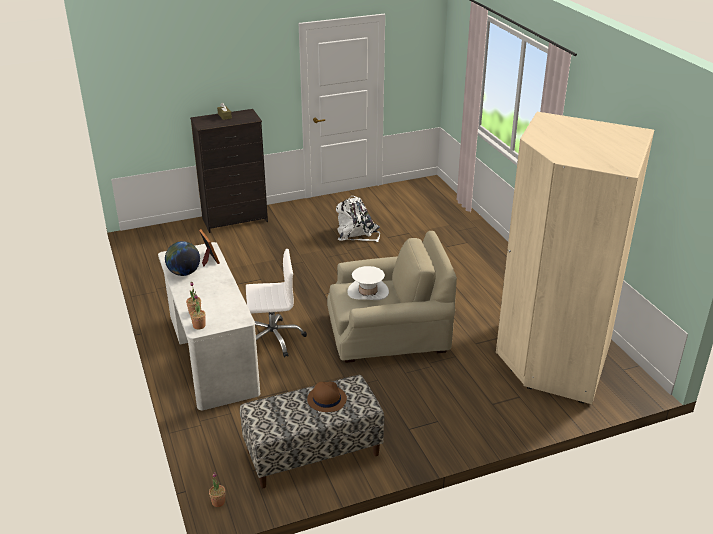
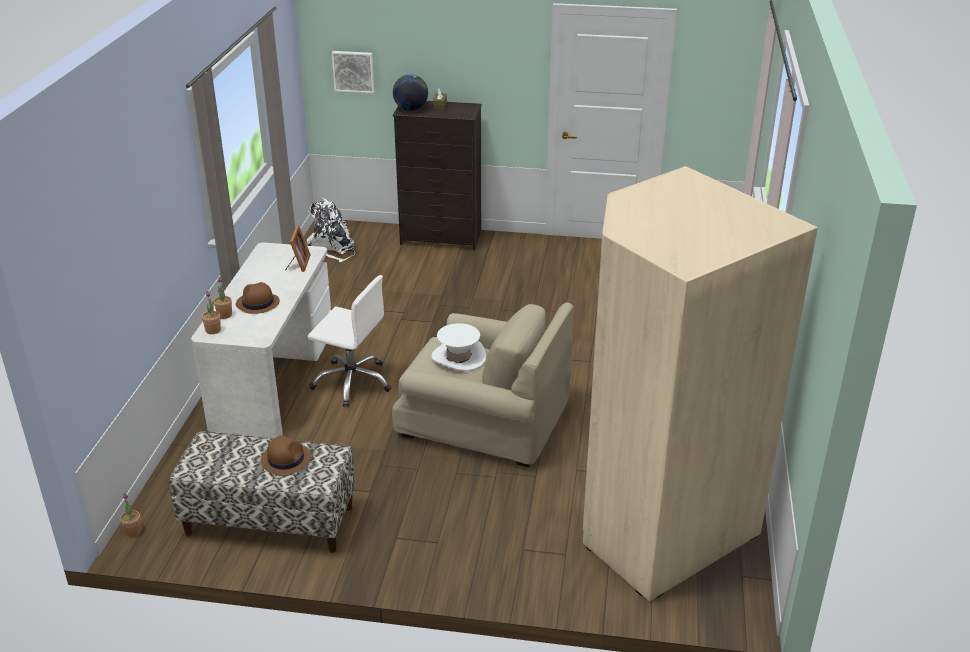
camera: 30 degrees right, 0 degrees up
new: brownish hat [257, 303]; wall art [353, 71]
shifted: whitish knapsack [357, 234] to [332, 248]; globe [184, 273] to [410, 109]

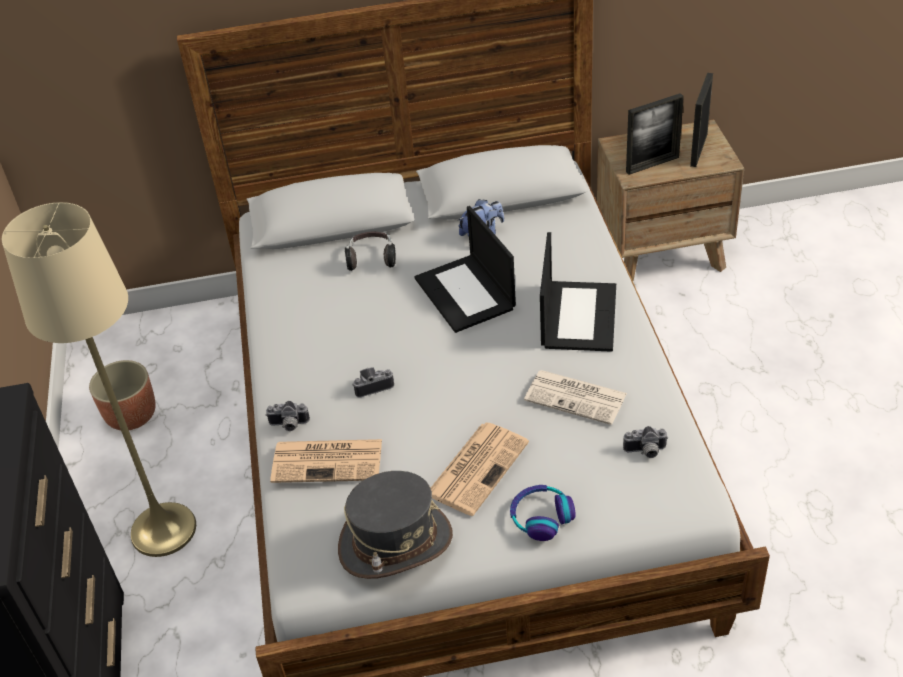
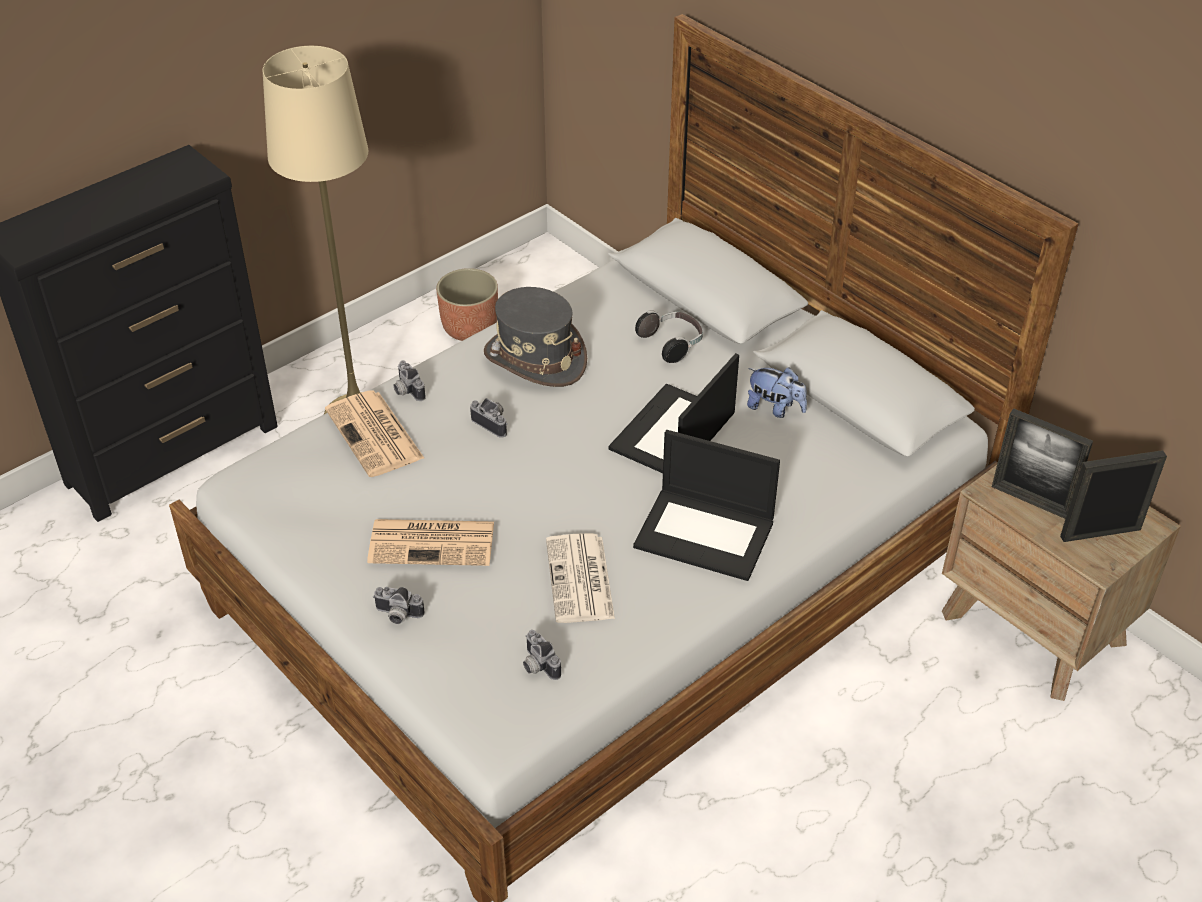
camera: 55 degrees right, 0 degrees up
shifted: greyish hat [395, 543] to [535, 359]
swapped: headphones [541, 517] to photo camera [397, 616]
rotated: notebook computer [578, 315] = [706, 534] 45 degrees clockwise

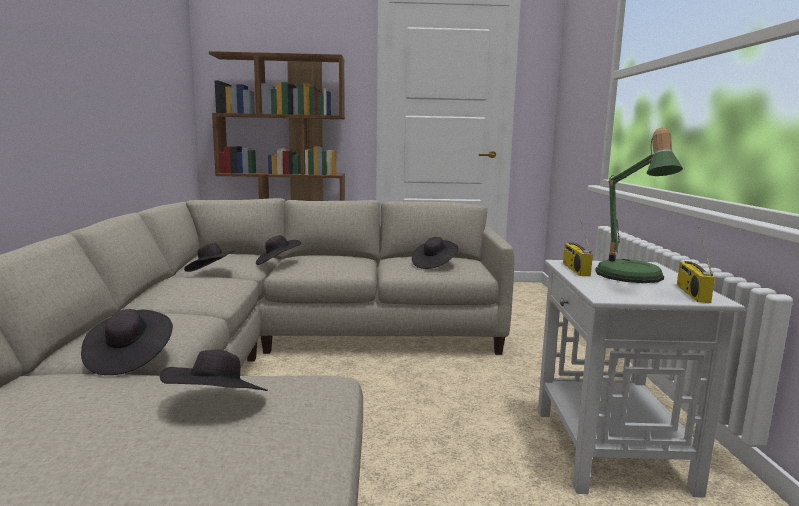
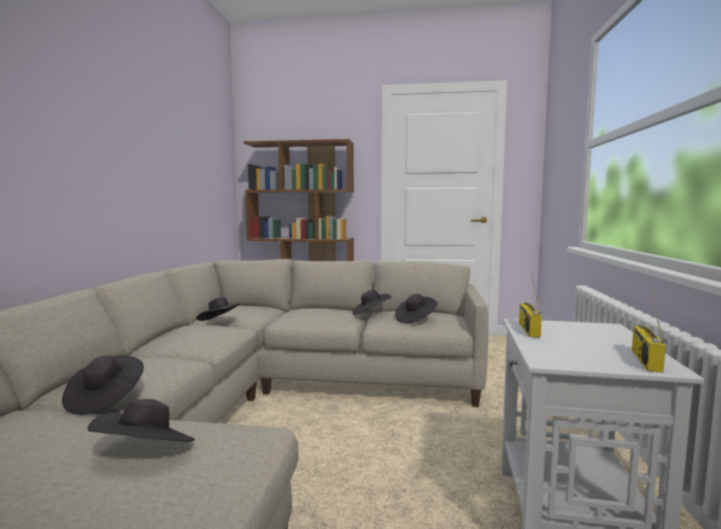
camera: 10 degrees right, 5 degrees down
gone: table lamp [631, 278]
shifted: black-coloured hat [277, 263] to [370, 313]

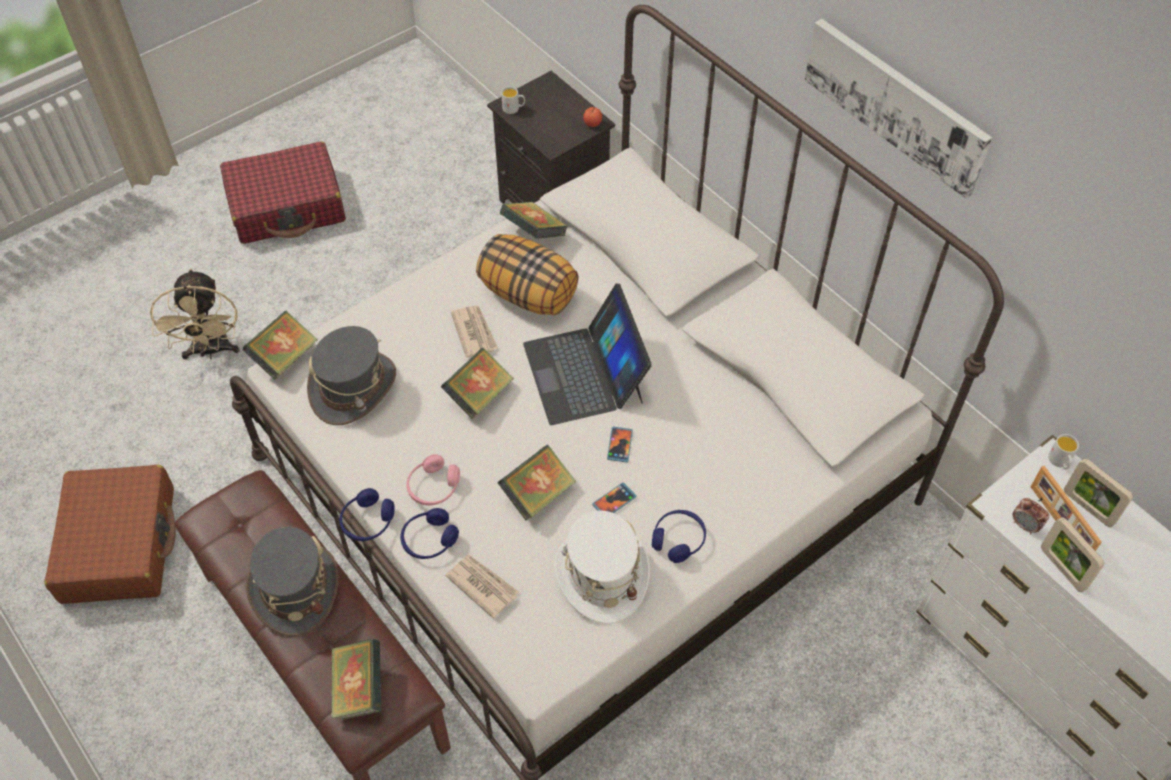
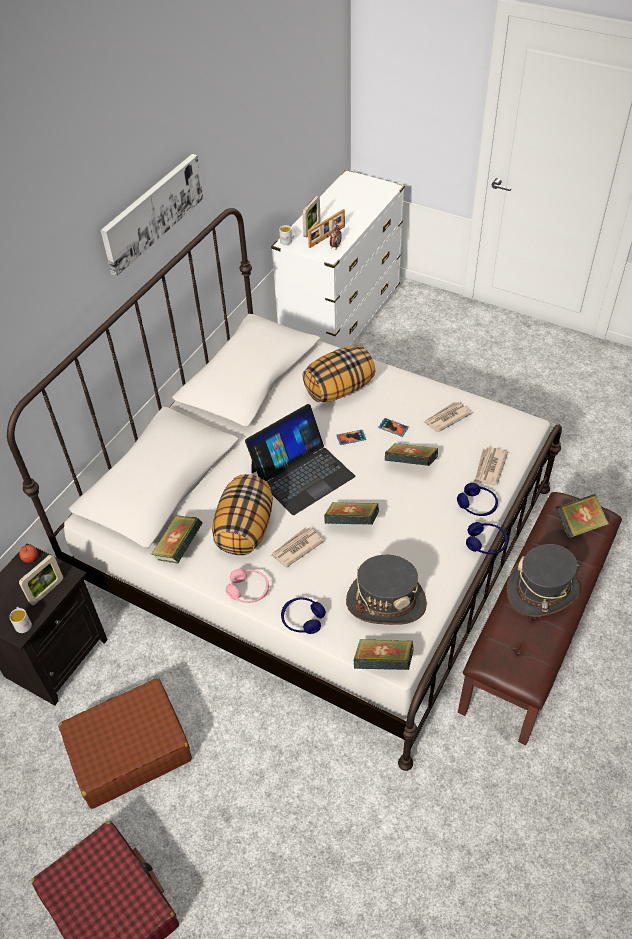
camera: 110 degrees left, 5 degrees down
gone: beige electric fan [211, 351]
new: pillow [339, 389]
shifted: standing frame [1062, 569] to [47, 591]; brownish travel case [119, 544] to [128, 750]; pinkish headphones [433, 487] to [248, 590]; blue headphones [678, 540] to [302, 619]
swapped: whitish hat [601, 575] to daily paper [446, 418]

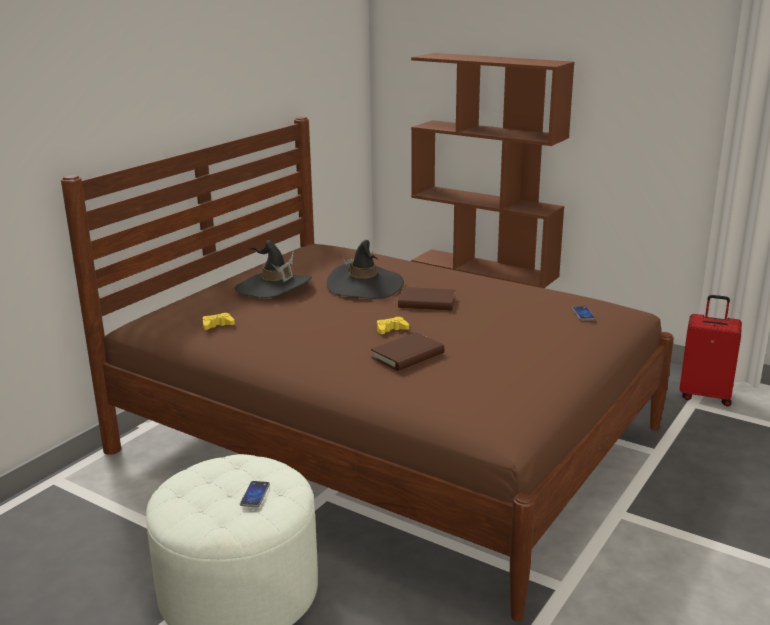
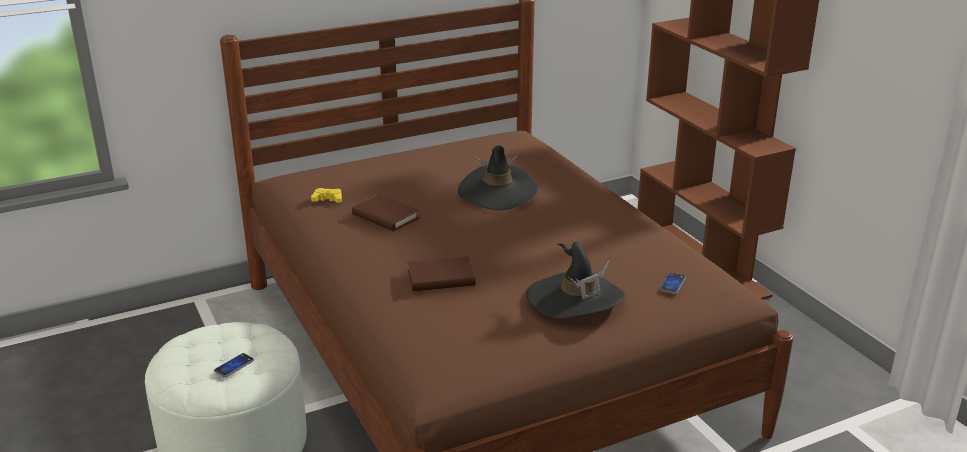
camera: 30 degrees right, 5 degrees up
gone: yellowish joypad [391, 329]; red travel case [705, 395]
shifted: brownish book [426, 303] to [385, 217]; black-coloured hat [274, 288] to [575, 299]

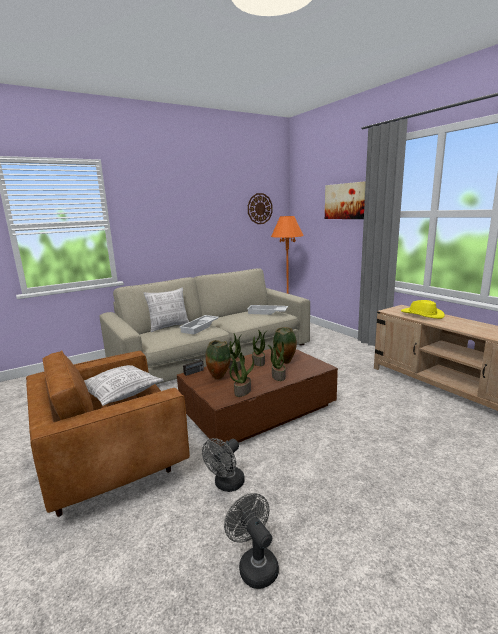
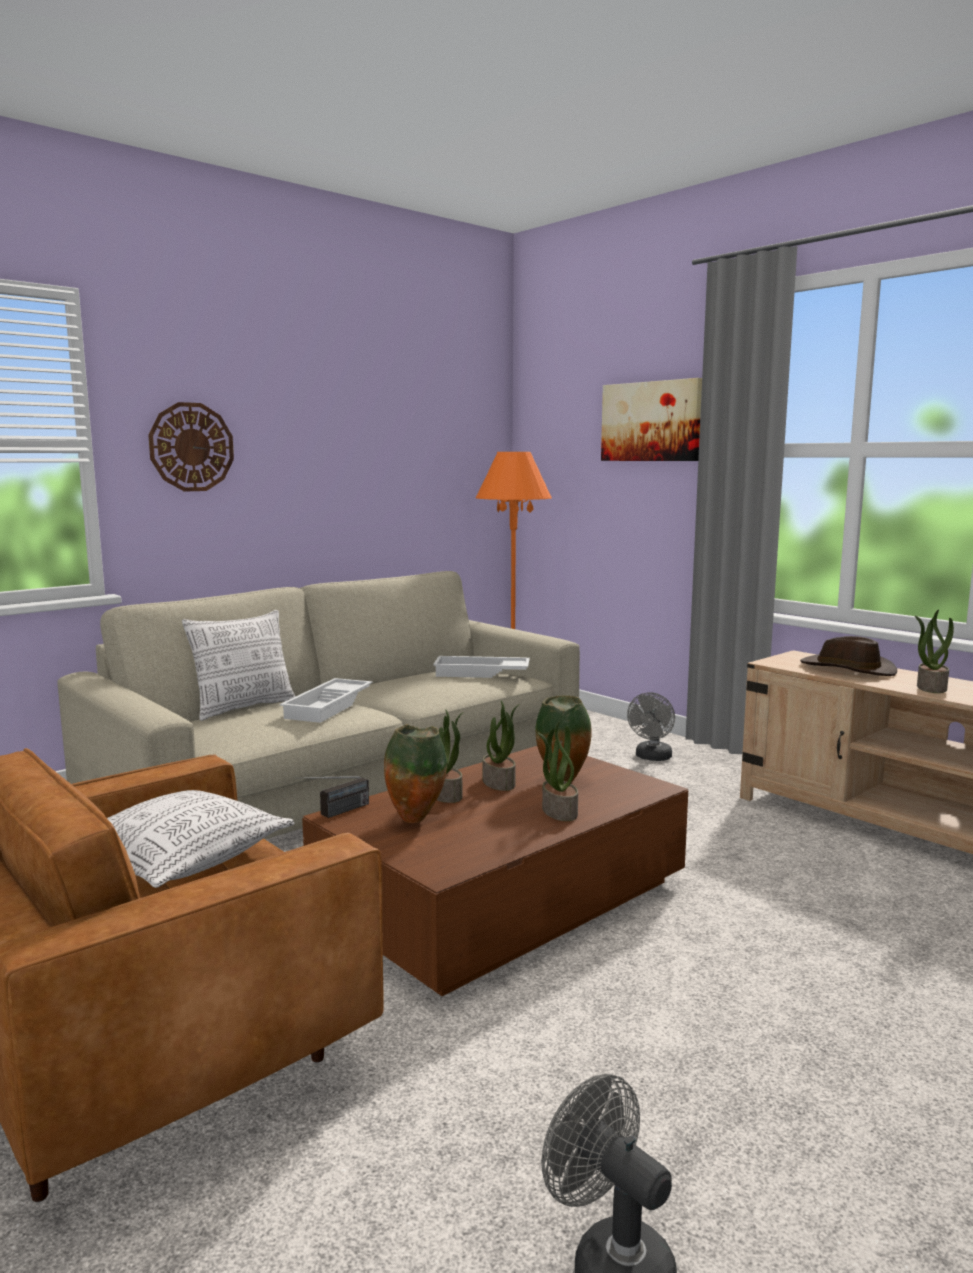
camera: 10 degrees left, 5 degrees down
shifted: clock on the wall [259, 208] to [191, 447]; greyish electric fan [226, 485] to [652, 758]; plant in a pot [242, 391] to [930, 687]
repainted: yellowish hat [422, 314] to brownish hat [847, 669]

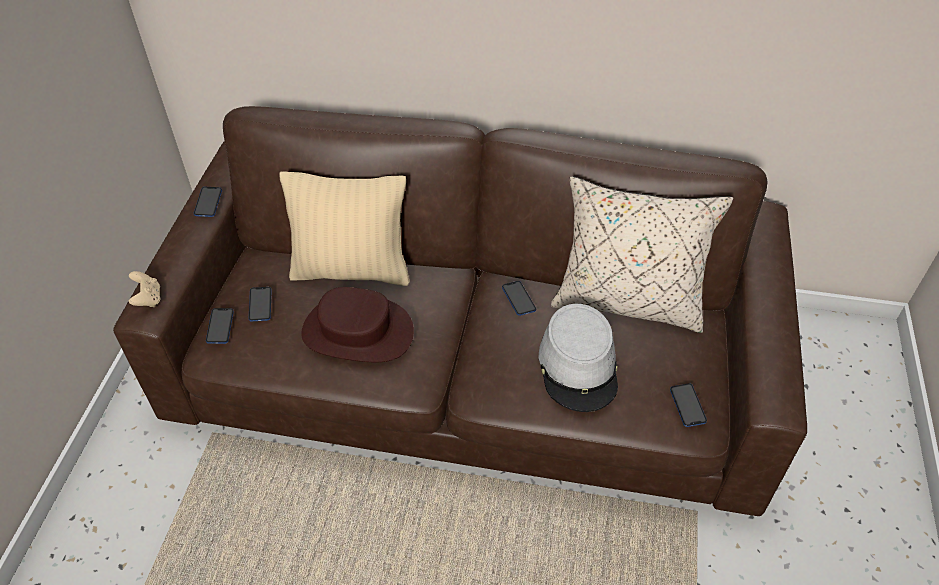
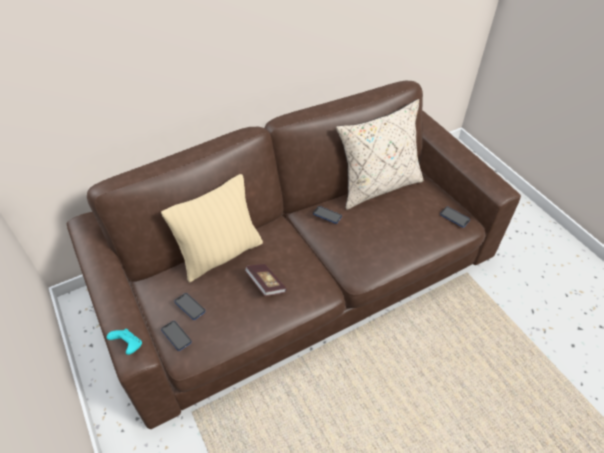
camera: 40 degrees left, 0 degrees up
gone: phone [208, 202]; greyish hat [579, 366]
swapped: brownish hat [357, 332] to book [265, 284]
repainted: beige joypad [148, 299] to turquoise-coloured joypad [128, 346]

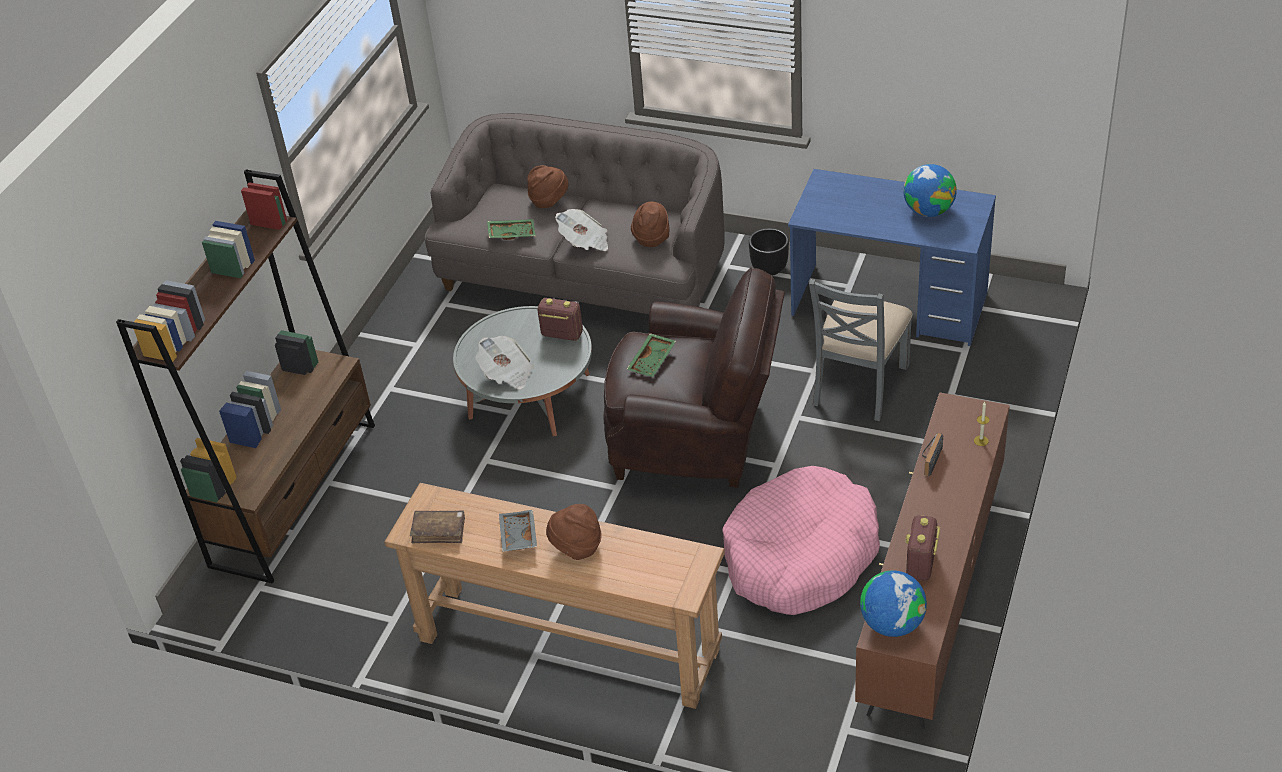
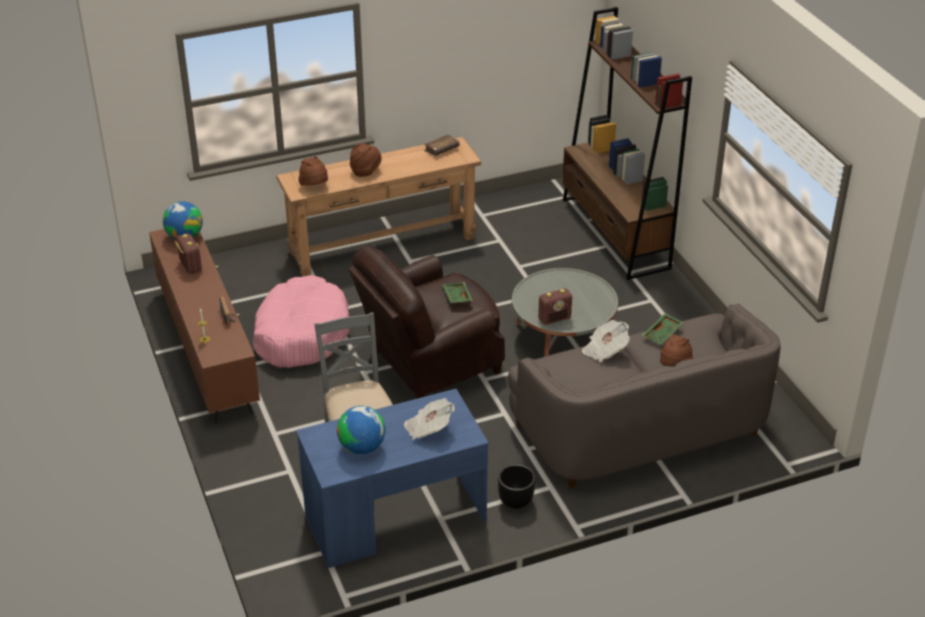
camera: 135 degrees right, 5 degrees down
gone: greyish carrying tray [517, 536]
shifted: brownish hat [651, 237] to [314, 186]; daily paper [507, 373] to [428, 428]

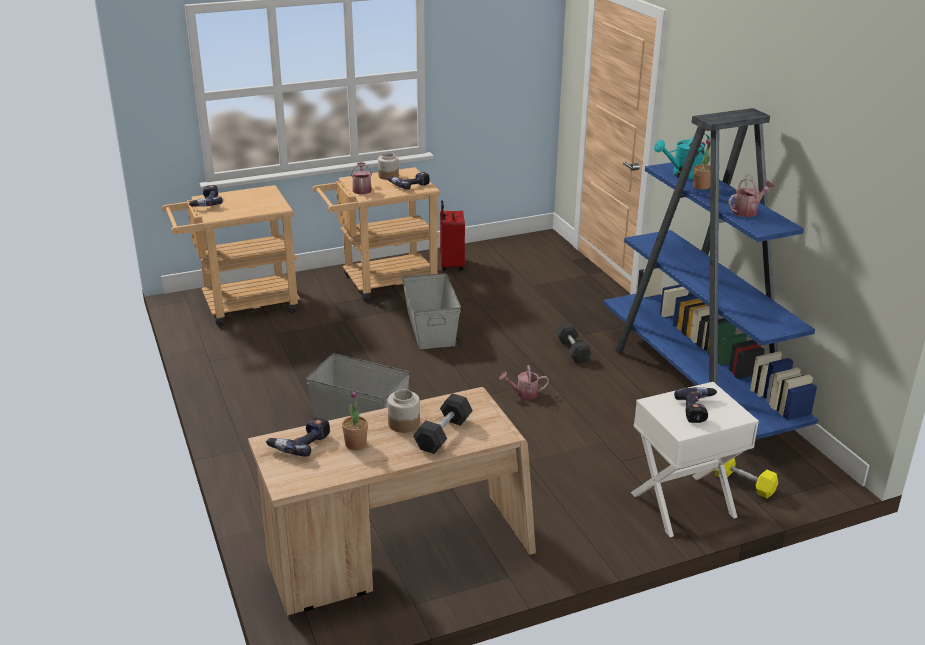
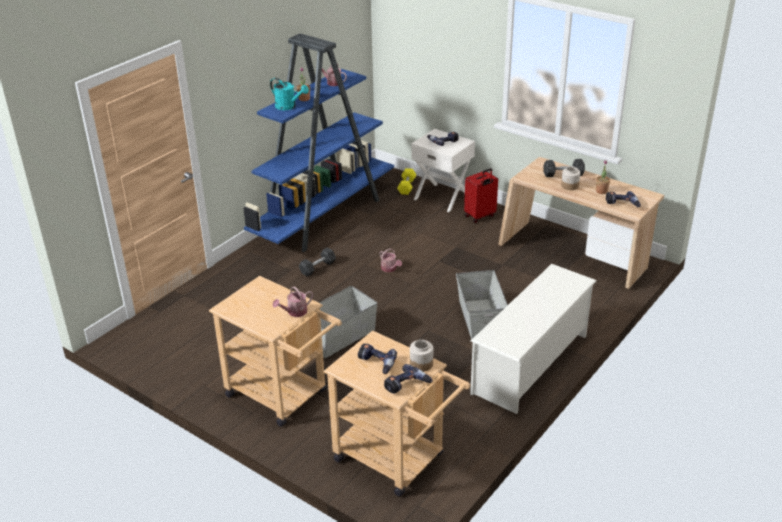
camera: 120 degrees left, 5 degrees up
new: whitish shoe rack [531, 364]
shifted: drill [409, 185] to [376, 364]; storage jar [388, 176] to [421, 364]; red travel case [451, 265] to [480, 216]

